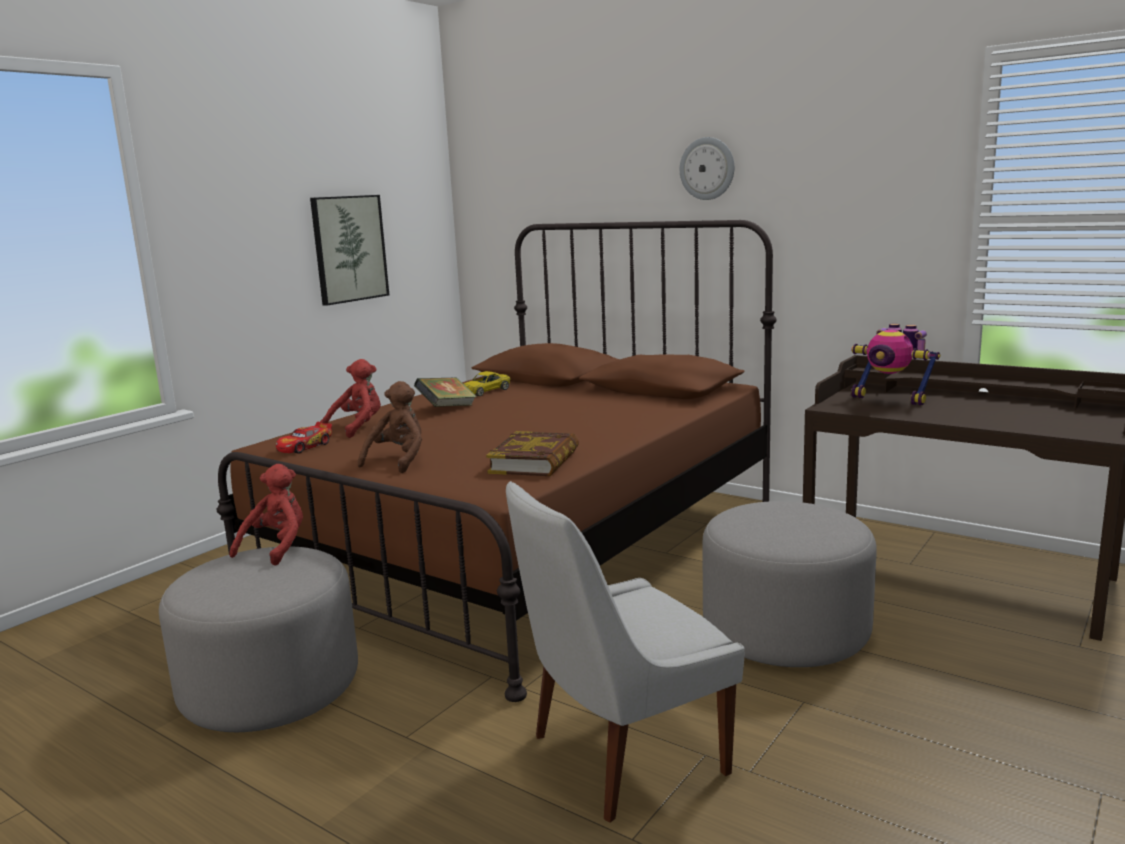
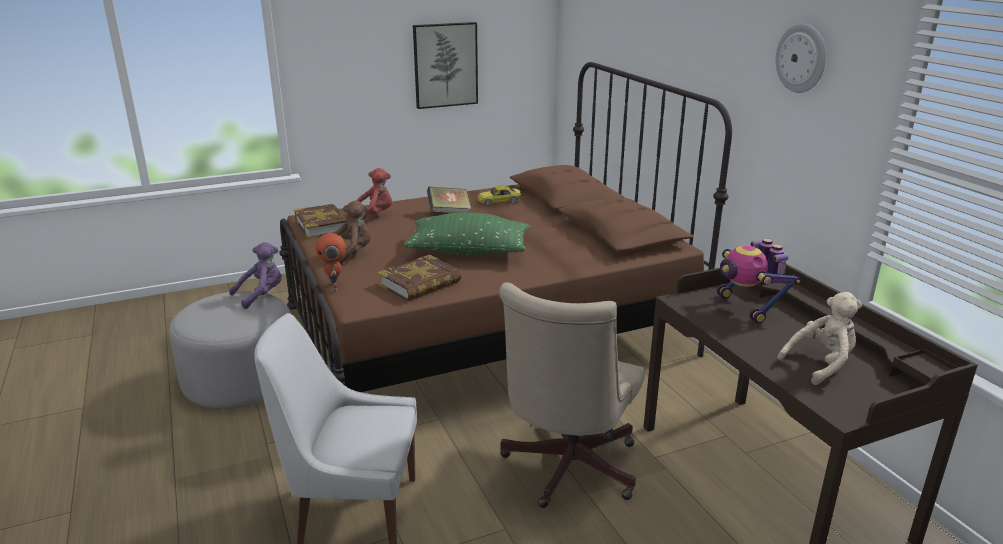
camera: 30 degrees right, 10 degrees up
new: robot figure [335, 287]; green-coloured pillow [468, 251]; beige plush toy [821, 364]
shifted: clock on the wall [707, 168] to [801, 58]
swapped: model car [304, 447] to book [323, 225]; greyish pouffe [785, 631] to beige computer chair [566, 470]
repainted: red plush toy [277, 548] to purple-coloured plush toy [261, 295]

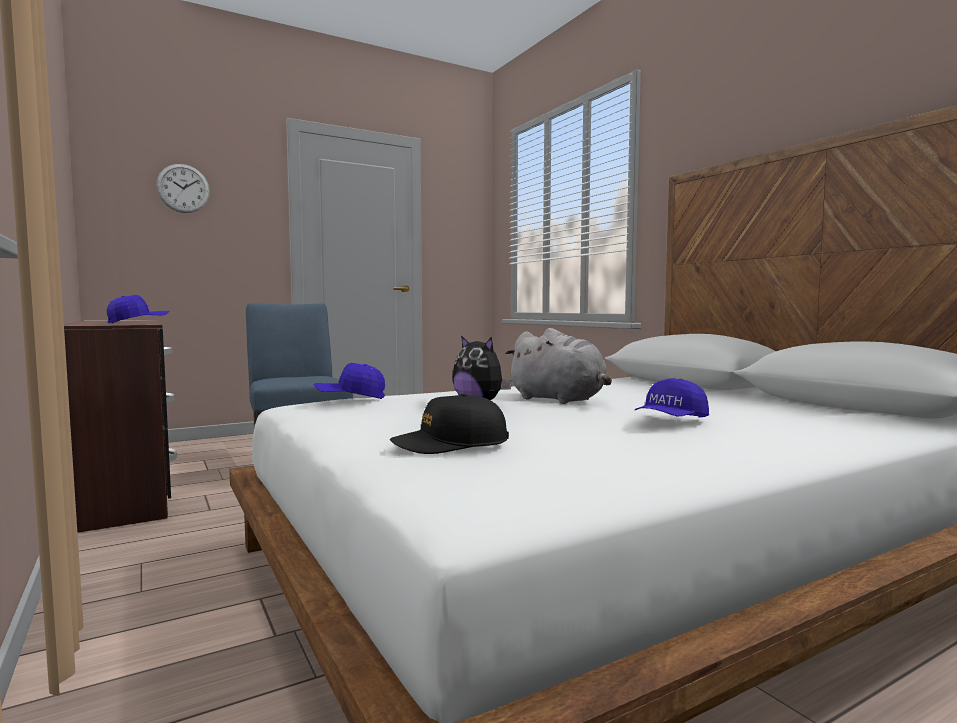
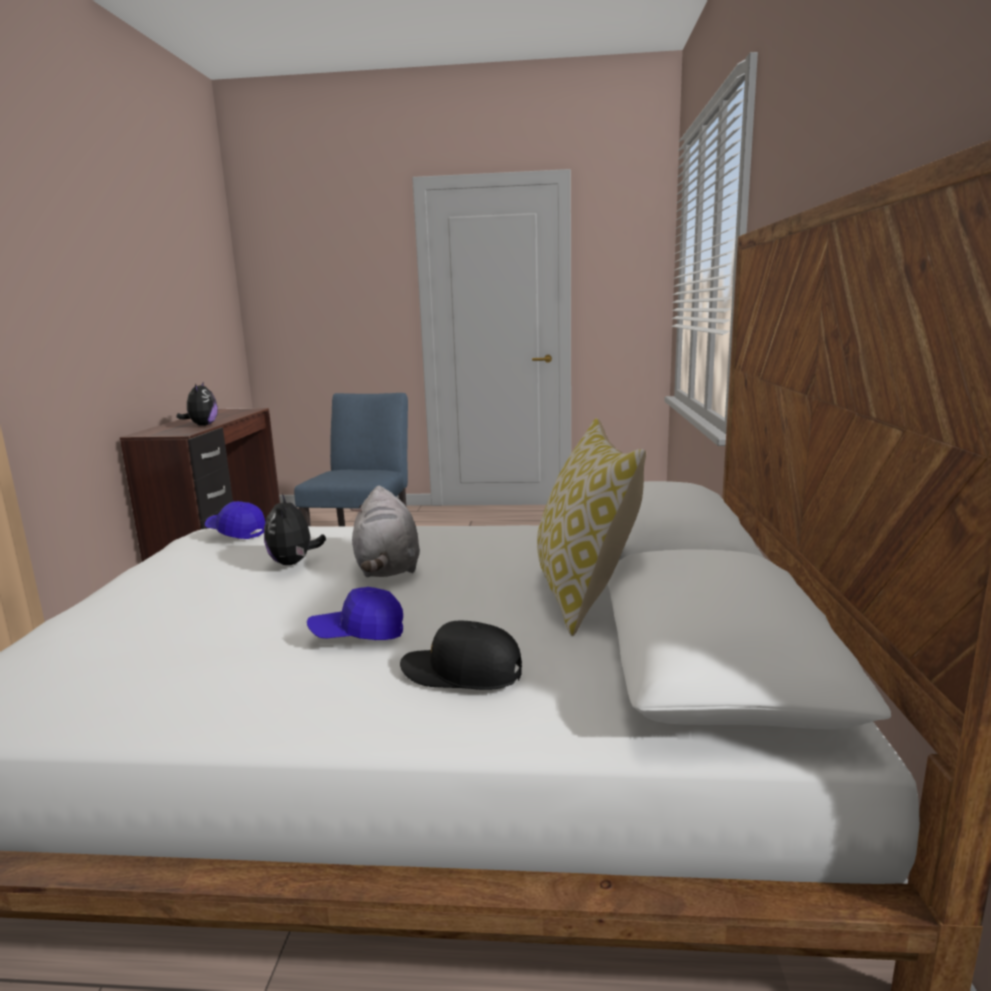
camera: 35 degrees right, 10 degrees up
gone: clock on the wall [183, 188]
new: pillow [584, 595]
shifted: black-coloured cap [450, 444] to [461, 672]
swapped: blue cap [138, 322] to plush toy [202, 425]

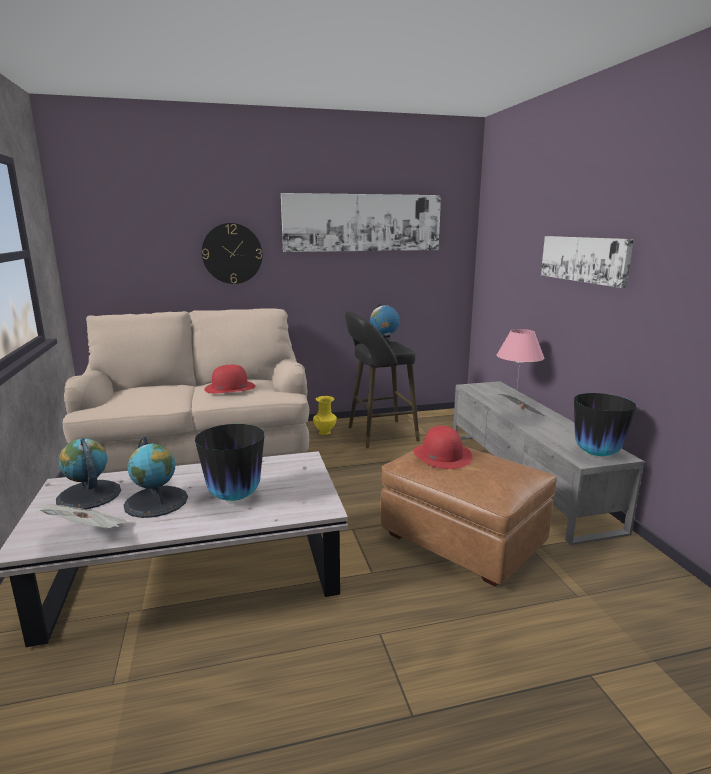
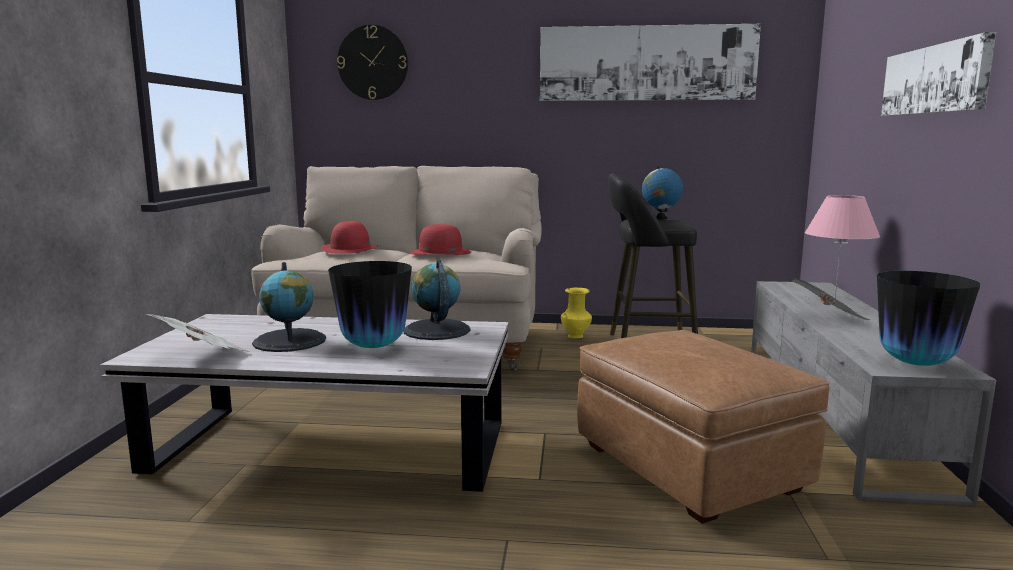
camera: 20 degrees right, 5 degrees down
shifted: red hat [442, 455] to [350, 248]; clock on the wall [232, 253] to [373, 62]; globe [88, 495] to [436, 330]

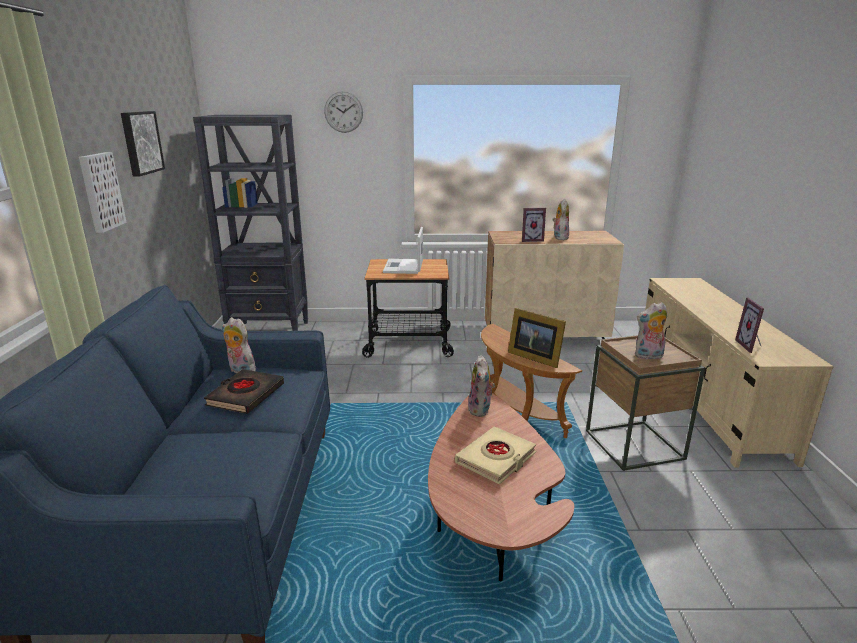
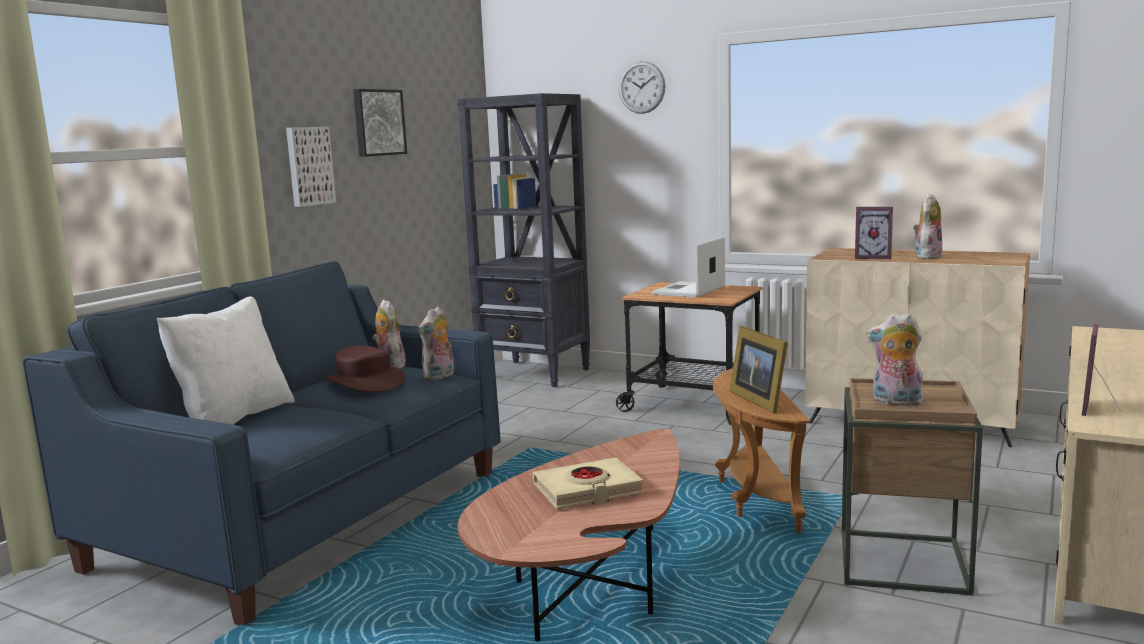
camera: 30 degrees right, 10 degrees down
new: whitish pillow [233, 418]
shifted: plush toy [481, 410] to [439, 377]
swapped: black-coloured book [245, 395] to brownish hat [365, 382]

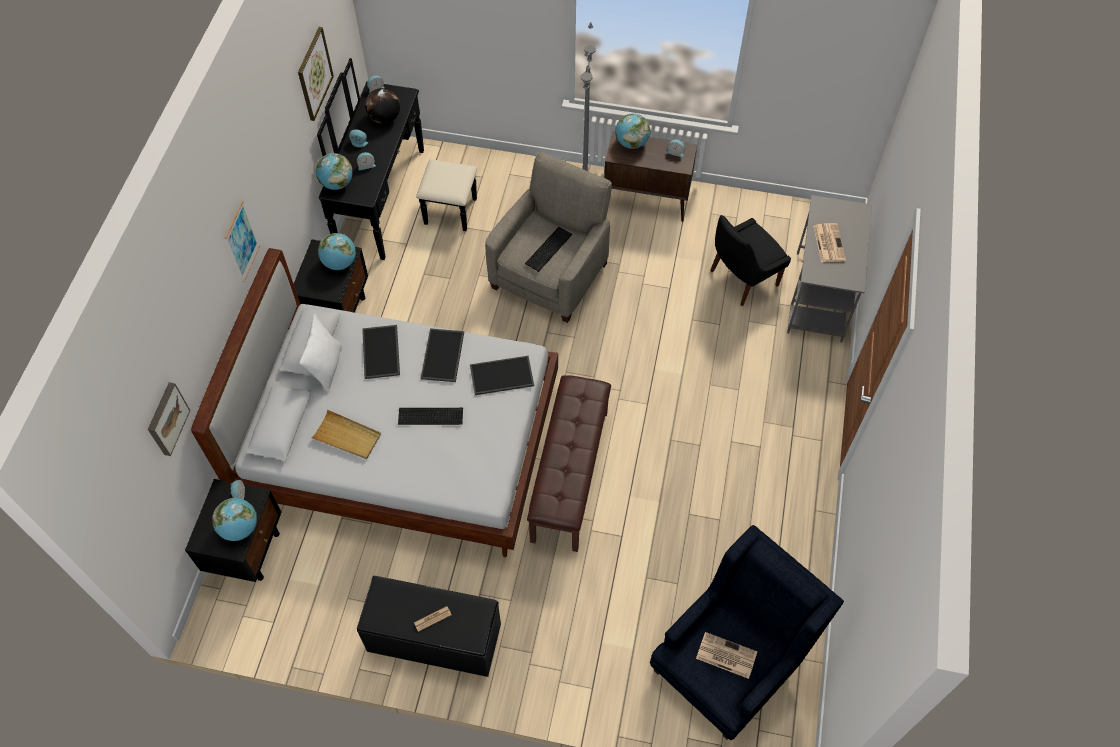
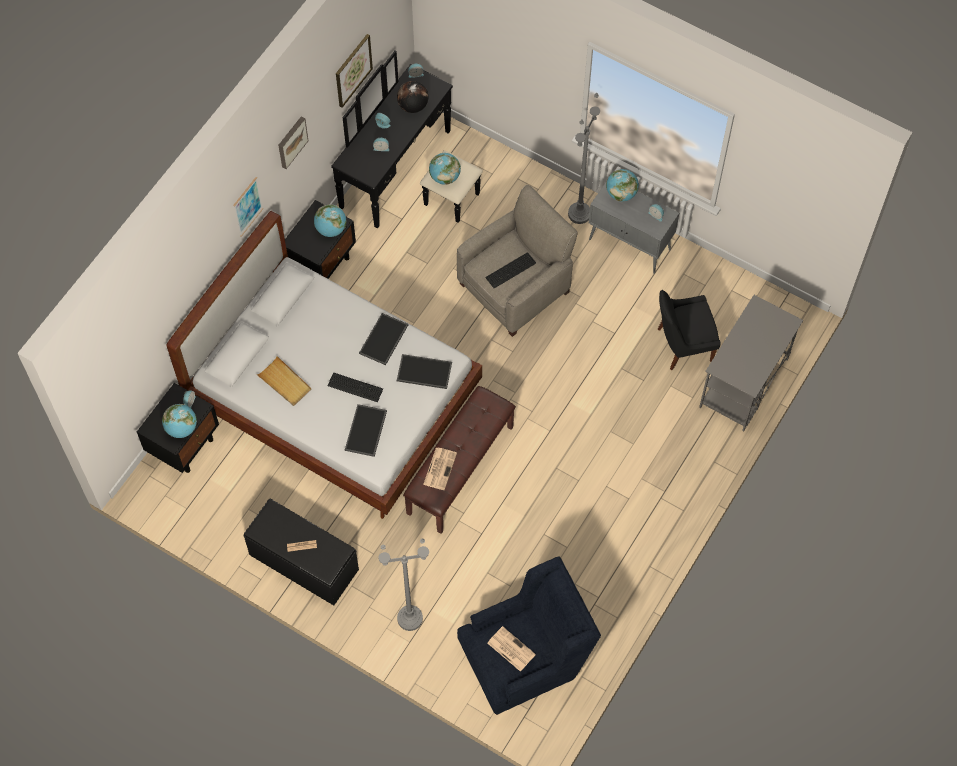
camera: 20 degrees right, 5 degrees up
gone: whitish pillow [327, 367]
new: greyish standing lamp [409, 619]
shifted: wall art [166, 418] to [291, 141]; carrying tray [382, 352] to [366, 431]; daily paper [828, 242] to [440, 468]; globe [337, 183] to [445, 177]
repainted: brownish cabinet [647, 202] to greyish cabinet [630, 245]

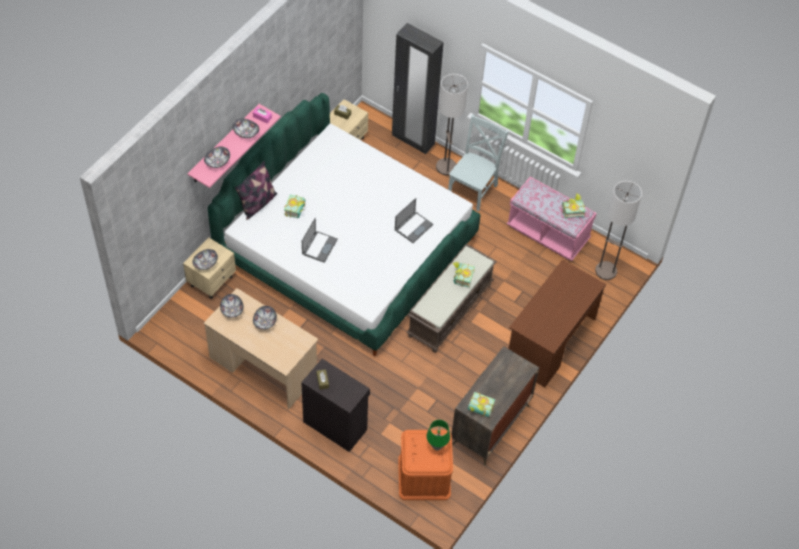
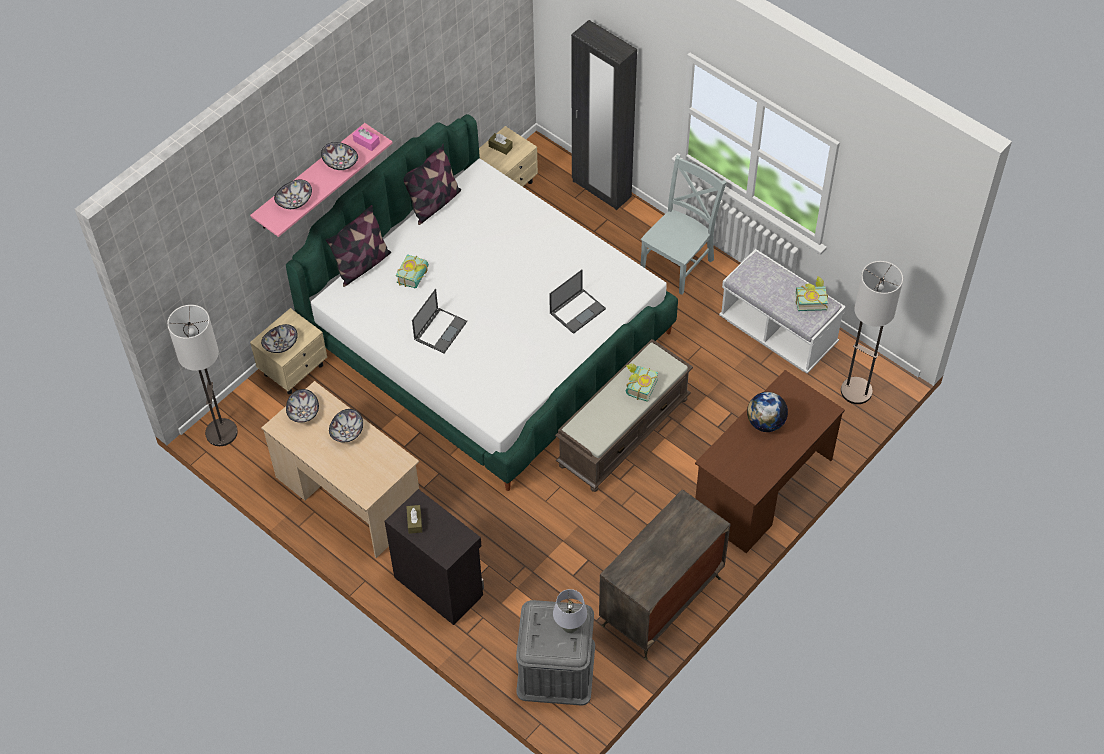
camera: 10 degrees right, 0 degrees up
gone: book [479, 410]
new: pillow [434, 203]; globe [765, 423]
shifted: standing lamp [446, 167] to [221, 432]
repainted: orangey storage container [424, 476] to greyish storage container [556, 669]; green-coloured table lamp [437, 446] to greyish table lamp [570, 628]; pinkish indoor bench [547, 233] to whitish indoor bench [778, 332]

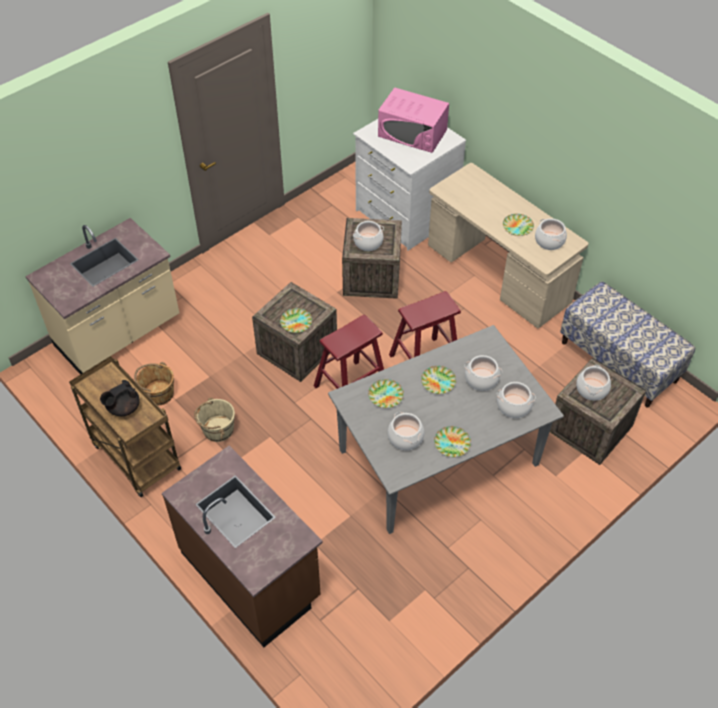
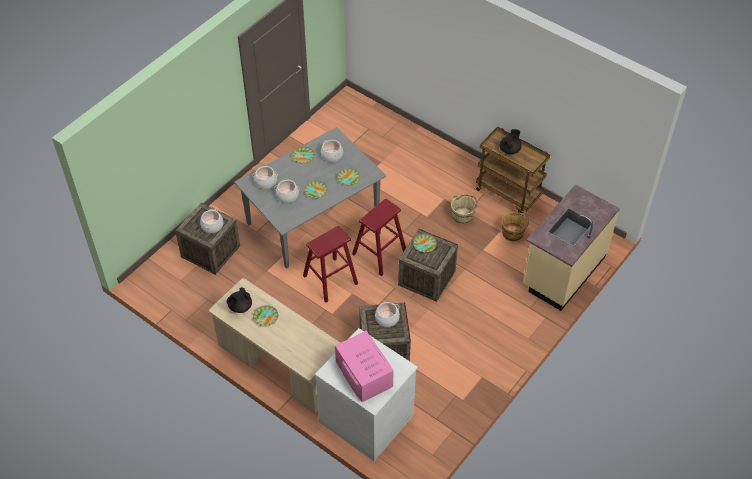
camera: 170 degrees right, 0 degrees up
gone: brownish kitchen base unit [251, 575]; indoor bench [619, 361]
swapped: stockpot [549, 241] to black-coloured tea pot [240, 307]
rotated: pinkish kitchen microwave [412, 133] = [364, 374] 45 degrees clockwise

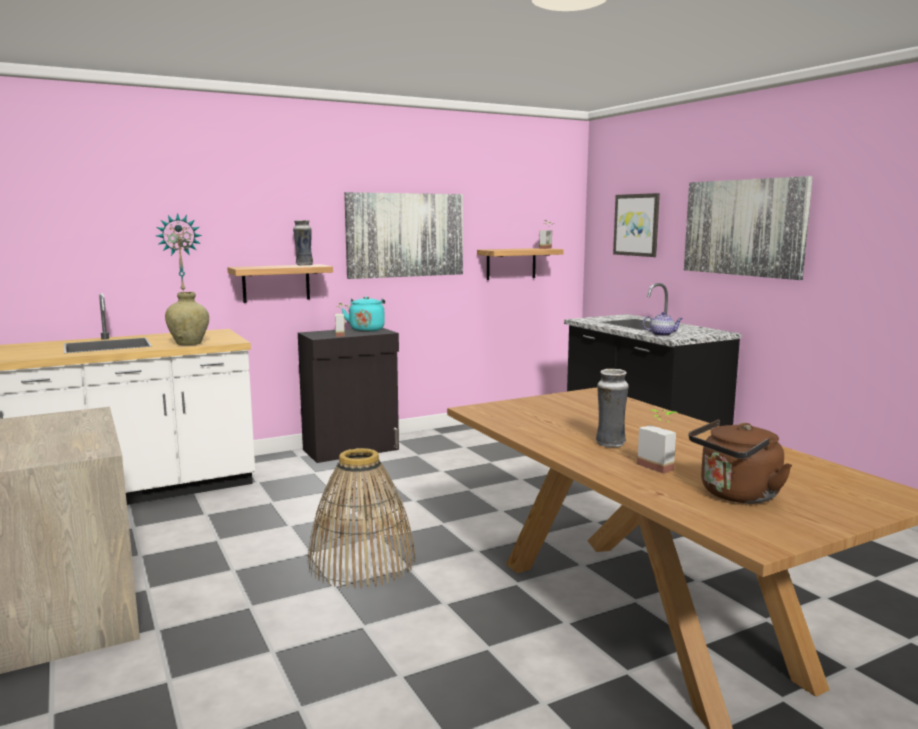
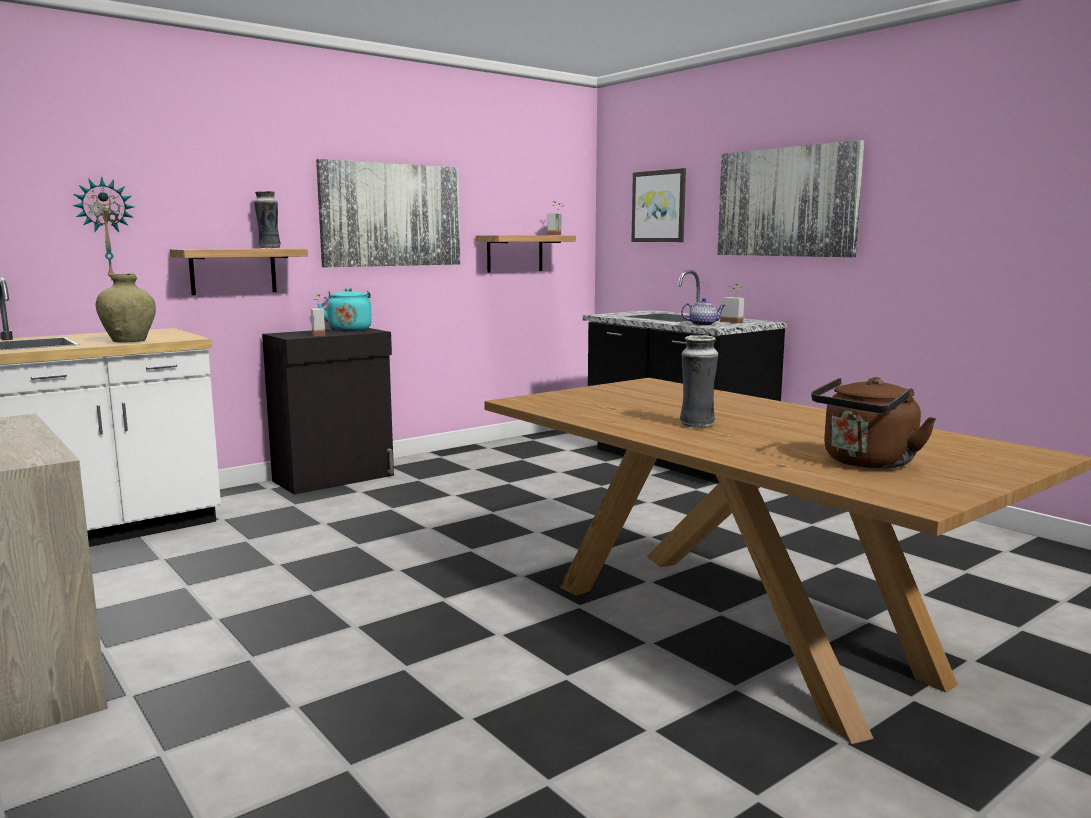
camera: 10 degrees left, 0 degrees up
gone: storage basket [361, 562]
shifted: plant in a pot [659, 466] to [733, 321]

